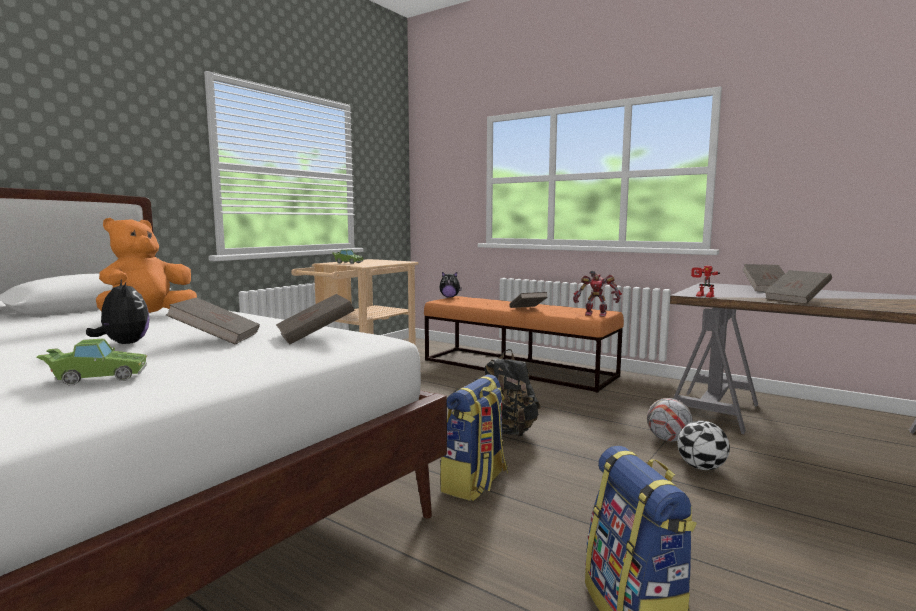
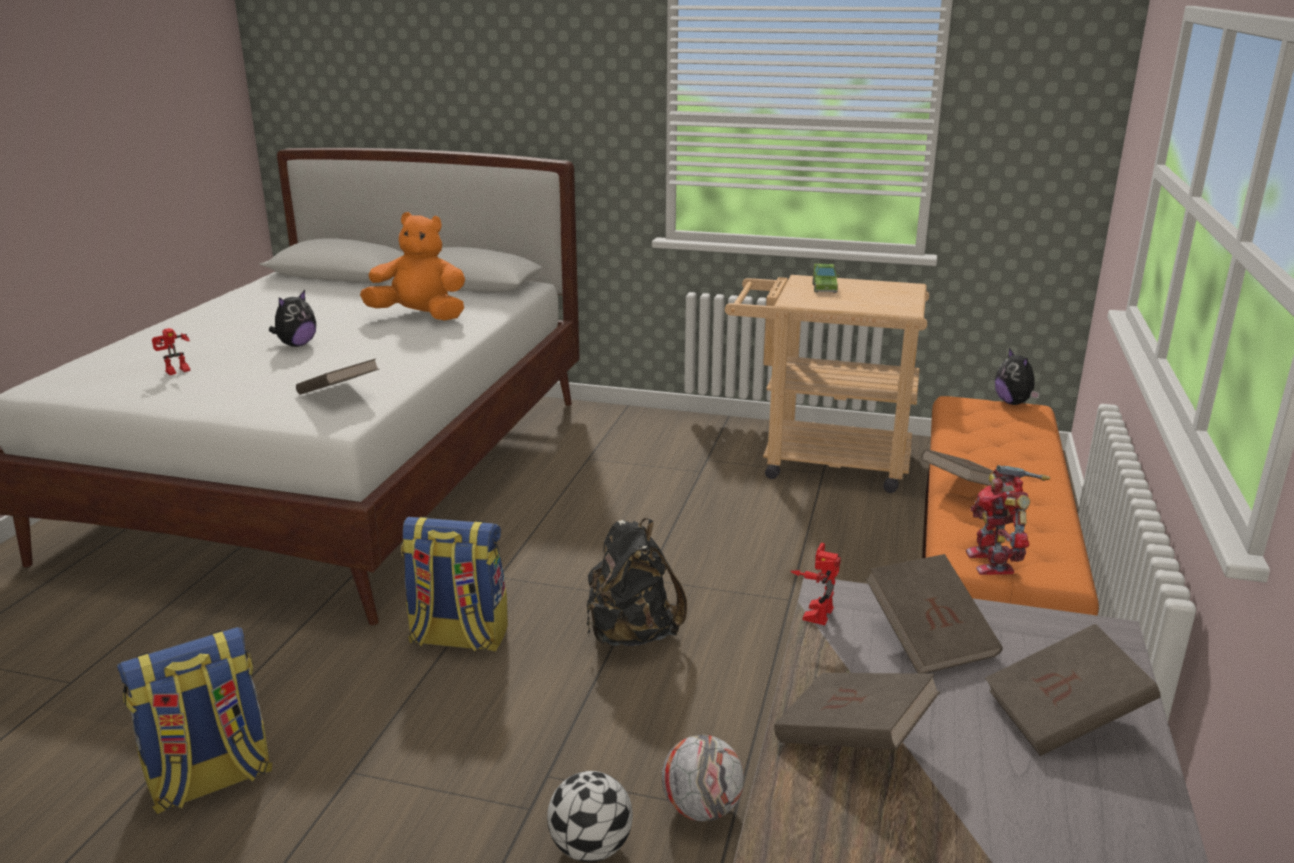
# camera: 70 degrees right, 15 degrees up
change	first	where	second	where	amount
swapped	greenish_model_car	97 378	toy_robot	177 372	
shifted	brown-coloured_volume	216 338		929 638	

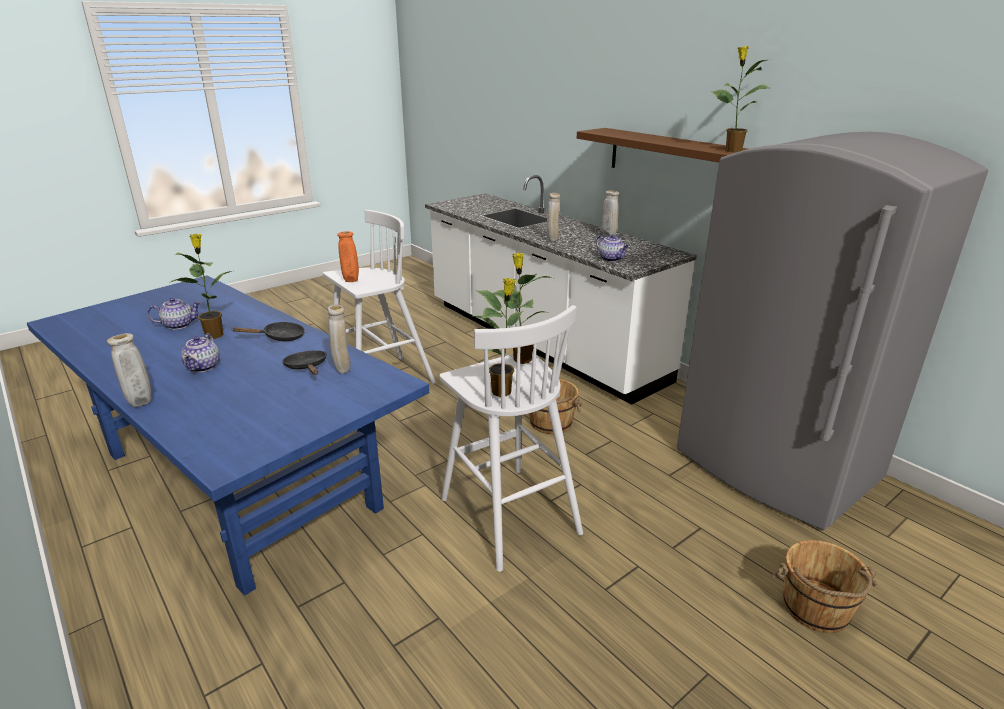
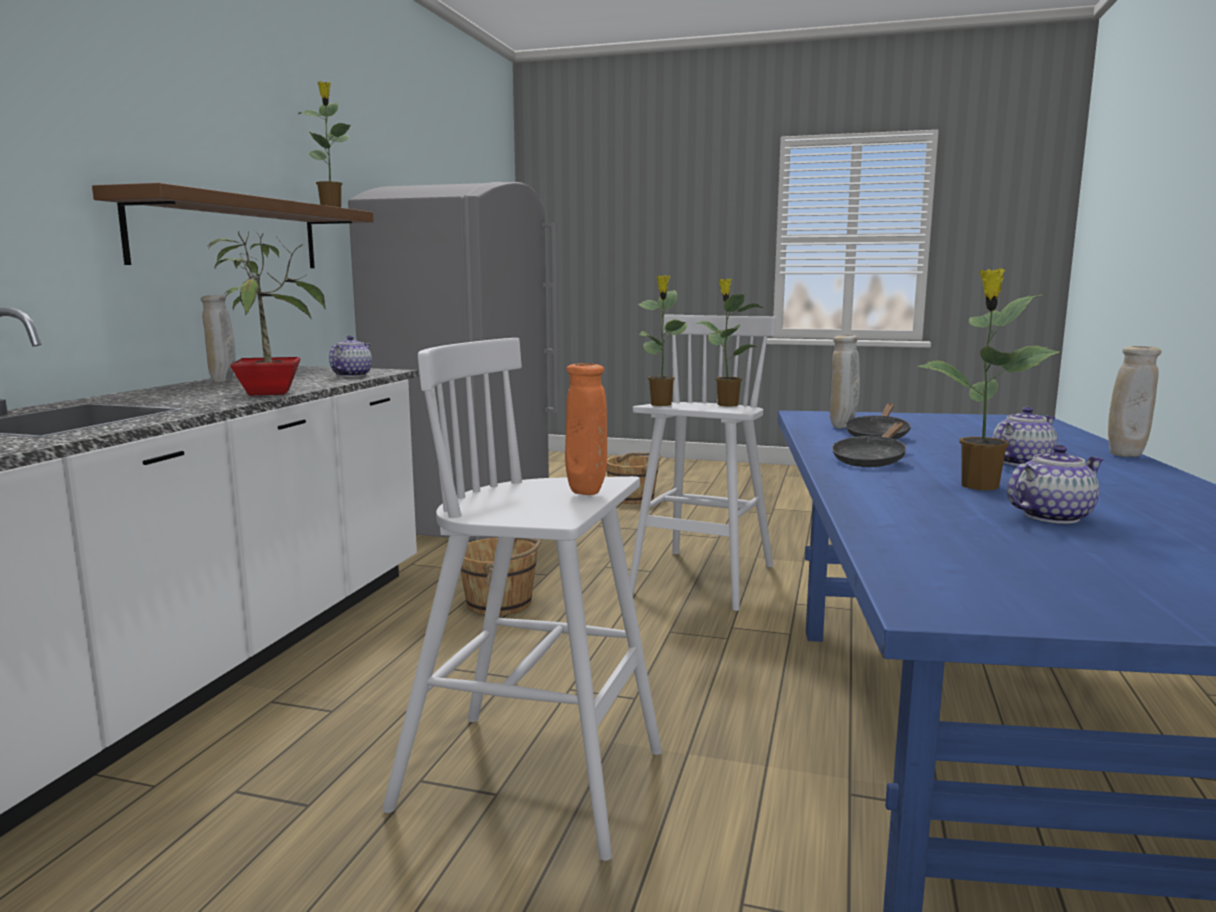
# camera: 125 degrees left, 15 degrees down
change	first	where	second	where	amount
swapped	beige-coloured_flower_vase	552 240	houseplant	269 392	
rotated	black-coloured_pan	280 337		871 460	90 degrees counterclockwise
rotated	tea_pot	178 325		1050 516	120 degrees clockwise

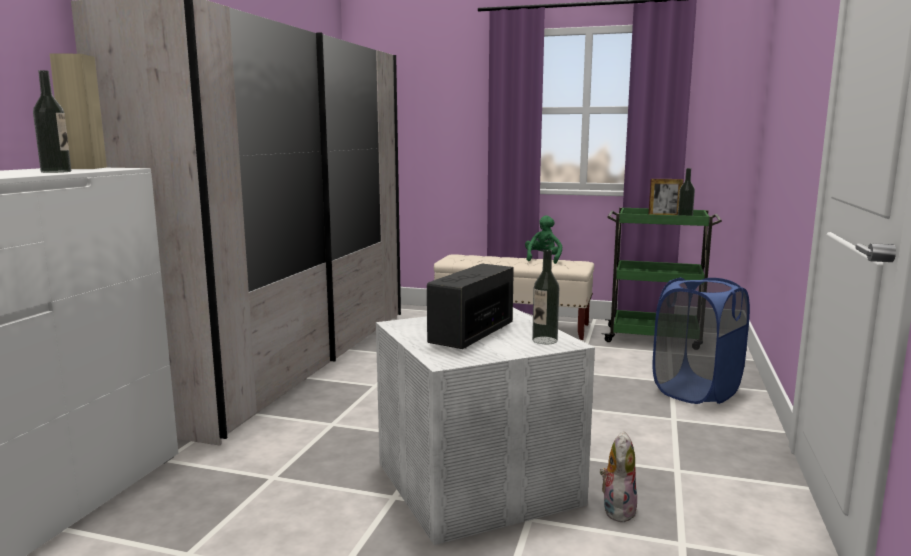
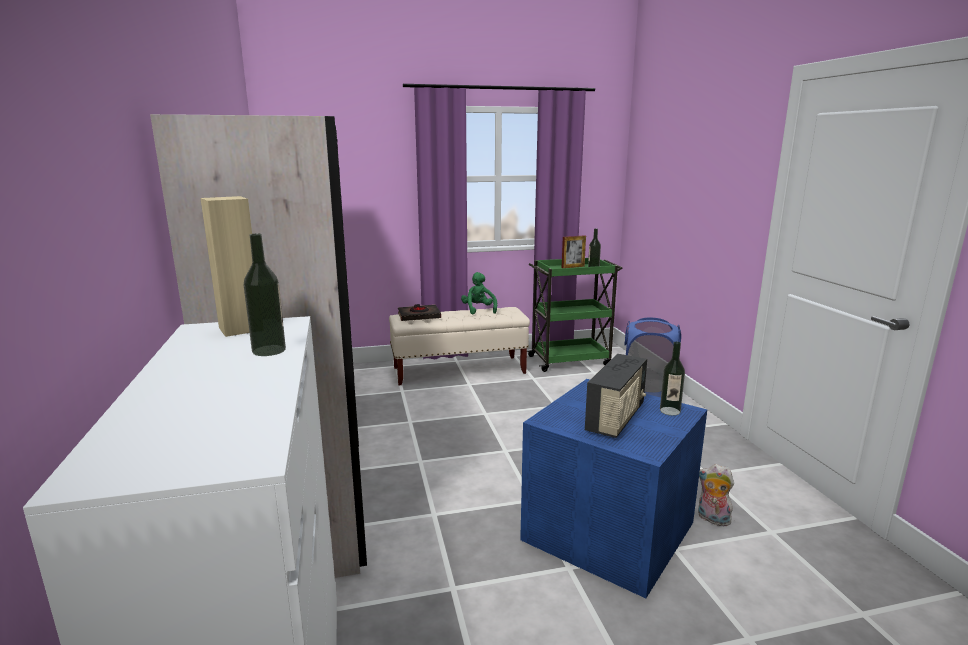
# camera: 30 degrees left, 5 degrees up
change	first	where	second	where	amount
new			black-coloured_volume	419 316	
repainted	white-coloured_storage_bin	476 484	blue-coloured_storage_bin	609 533	
rotated	radio	471 335		616 418	150 degrees counterclockwise
rotated	plush_toy	617 509		712 519	45 degrees counterclockwise

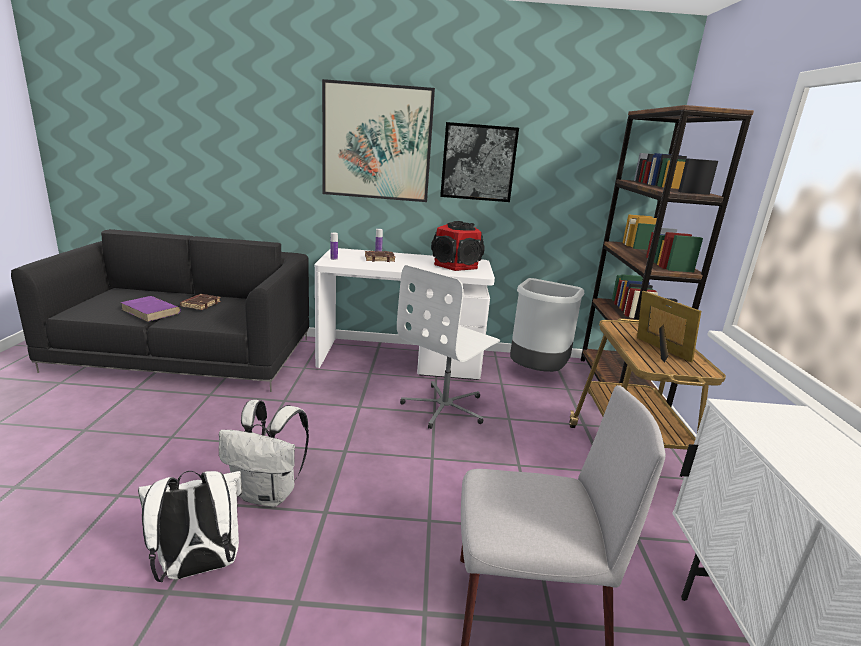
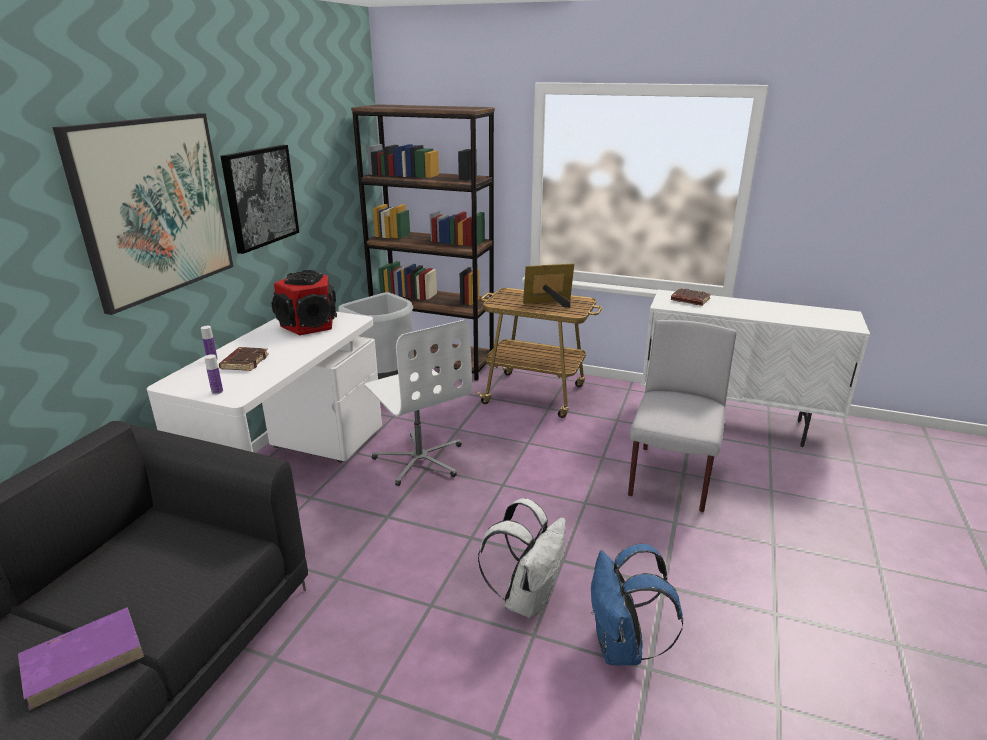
# camera: 70 degrees left, 5 degrees up
change	first	where	second	where	amount
repainted	white-coloured_backpack	199 568	blue-coloured_backpack	622 648	
shifted	brown-coloured_volume	200 304		689 300	

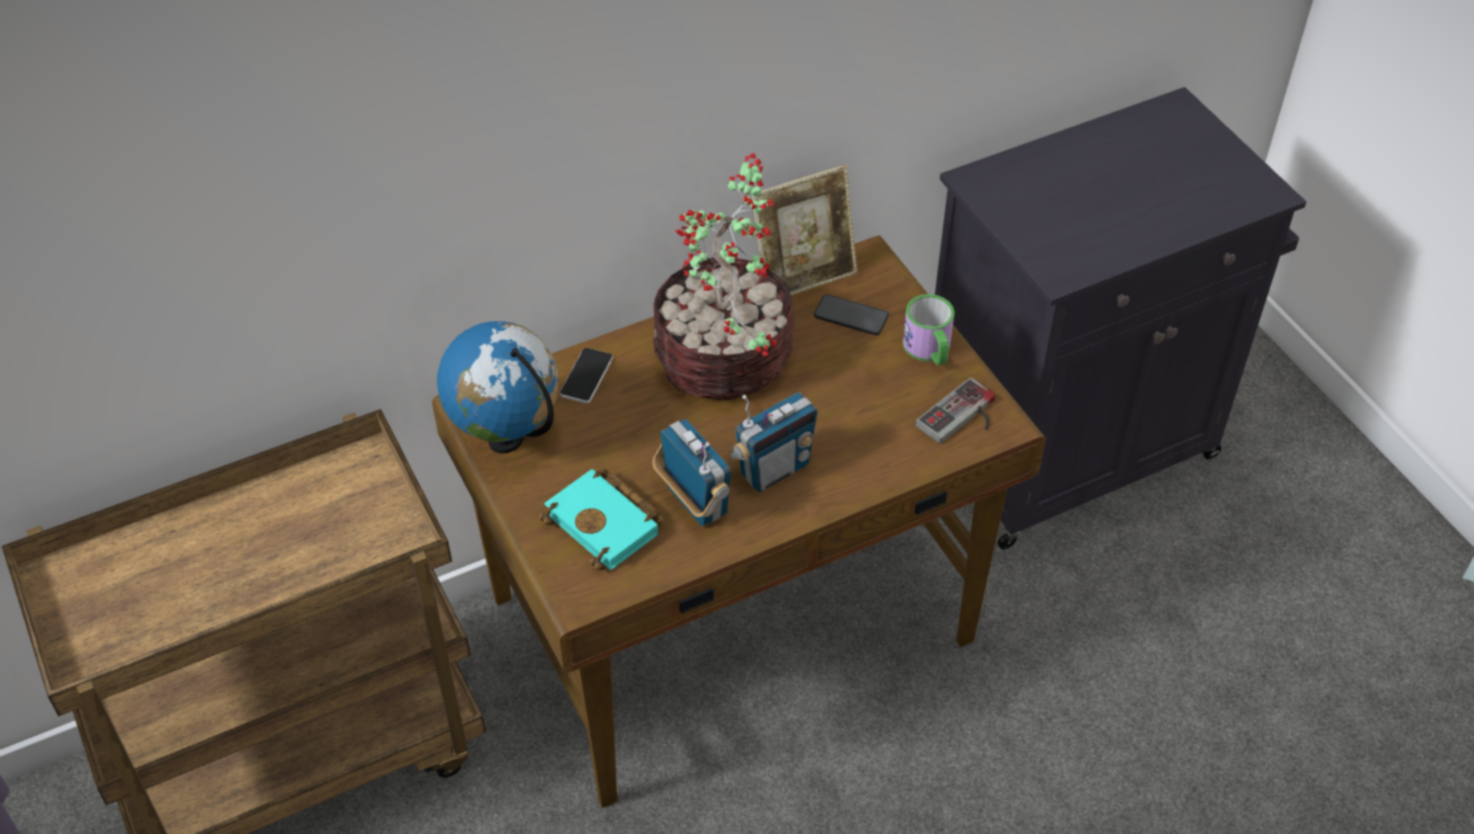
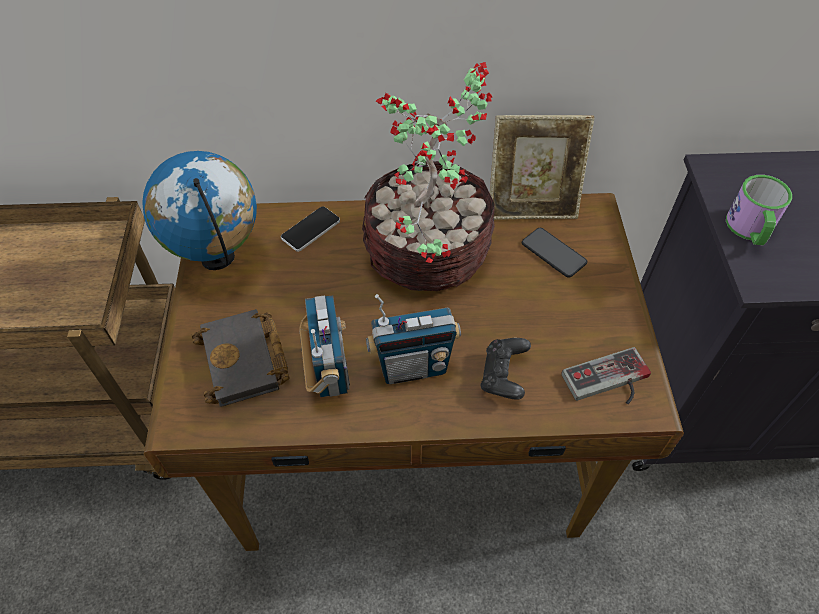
# camera: 25 degrees right, 5 degrees up
change	first	where	second	where	amount
repainted	blue-green_volume	607 524	black-coloured_volume	246 362	
new			black-coloured_joypad	503 376	
shifted	mug	929 350		750 230	

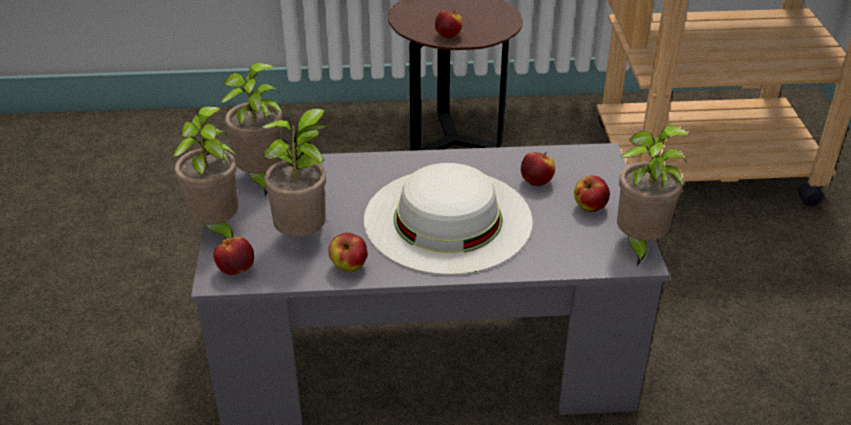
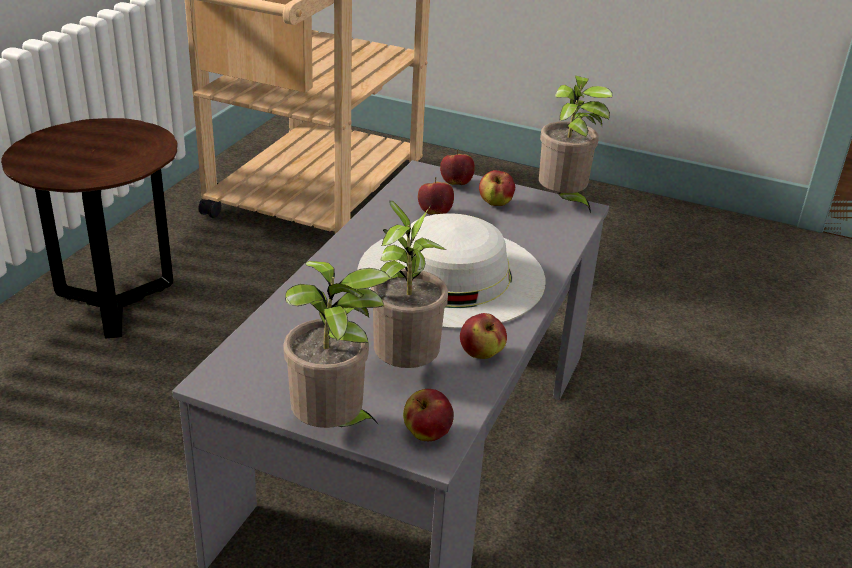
# camera: 65 degrees left, 5 degrees down
change	first	where	second	where	amount
shifted	whole_apple	448 36		456 184	
gone	houseplant	260 179			

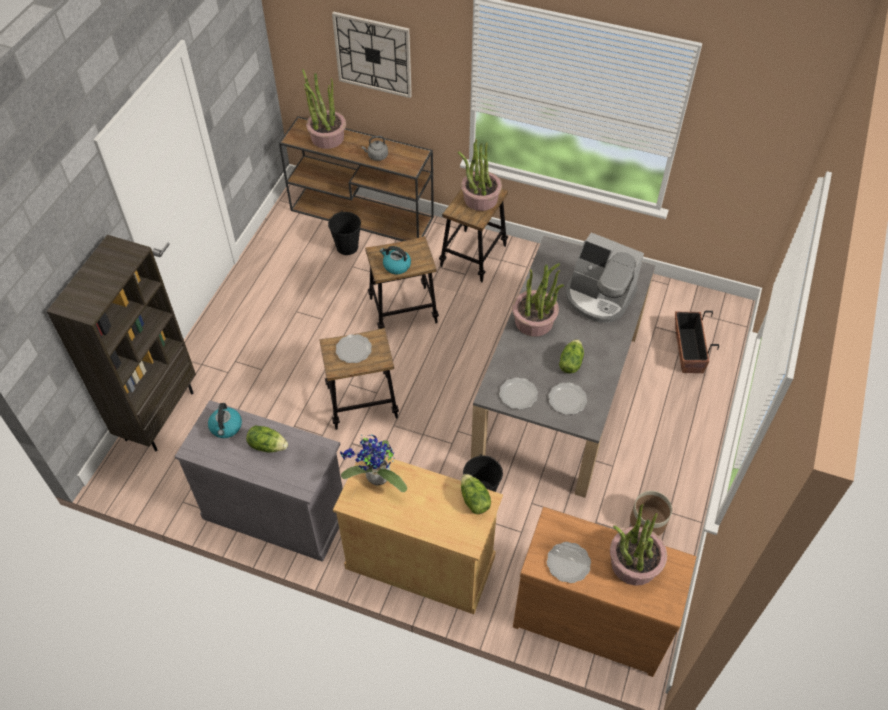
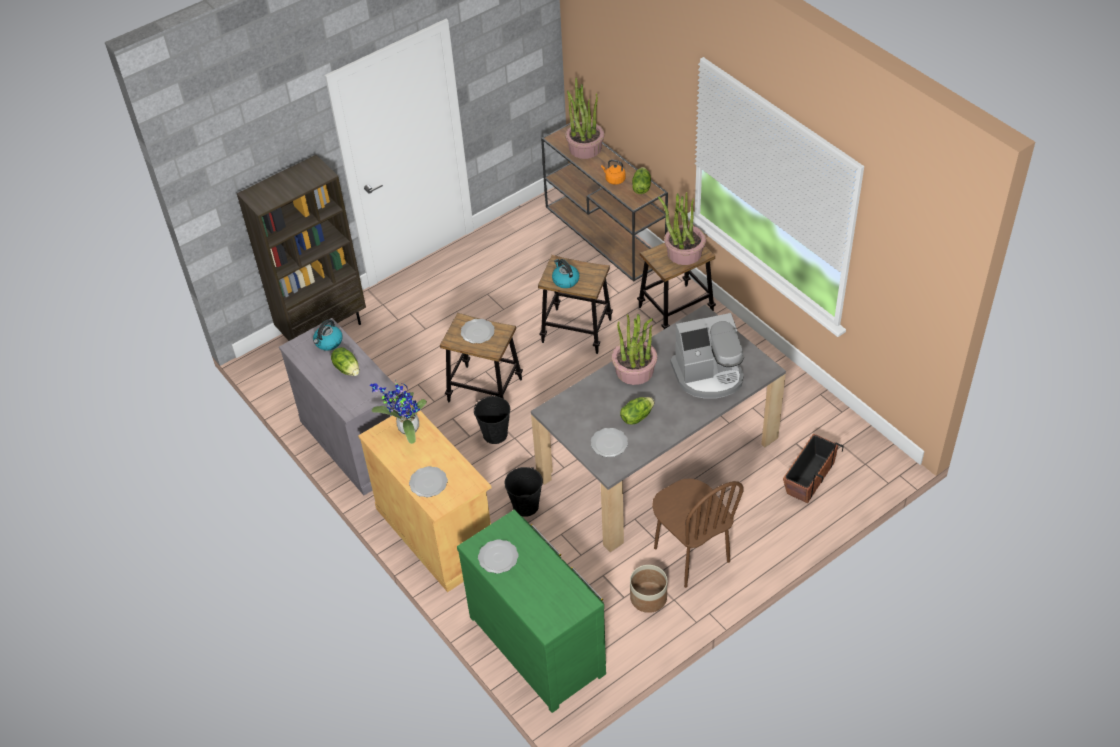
# camera: 35 degrees right, 5 degrees down
change	first	where	second	where	amount
shifted	flat_dish	517 394		428 483	
repainted	brown-coloured_drawer_chest	591 615	greenish_drawer_chest	539 642	
shifted	black-coloured_bucket	347 247		495 434	
repainted	grey_tea_kettle	376 156	orangey_tea_kettle	614 179	
shifted	head_of_lettuce	474 500		641 187	
new			brown-coloured_chair	691 555	
rotated	coffee_brewer	598 297		709 375	75 degrees counterclockwise
gone	wall_clock	373 54			
gone	houseplant	633 564			

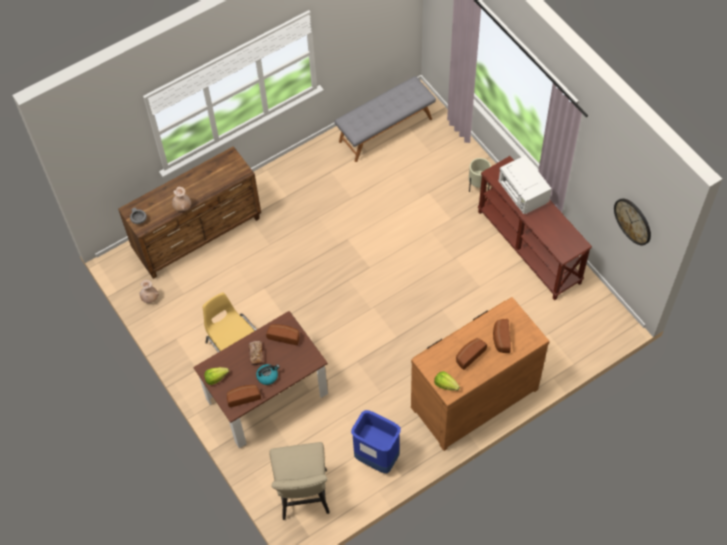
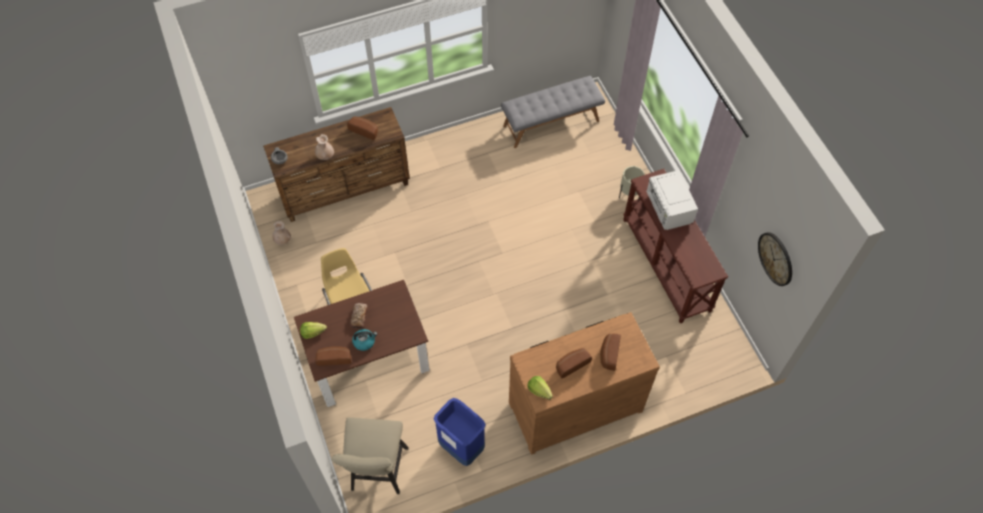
# camera: 10 degrees right, 0 degrees up
change	first	where	second	where	amount
shifted	bakery_bread	284 336		365 130	

